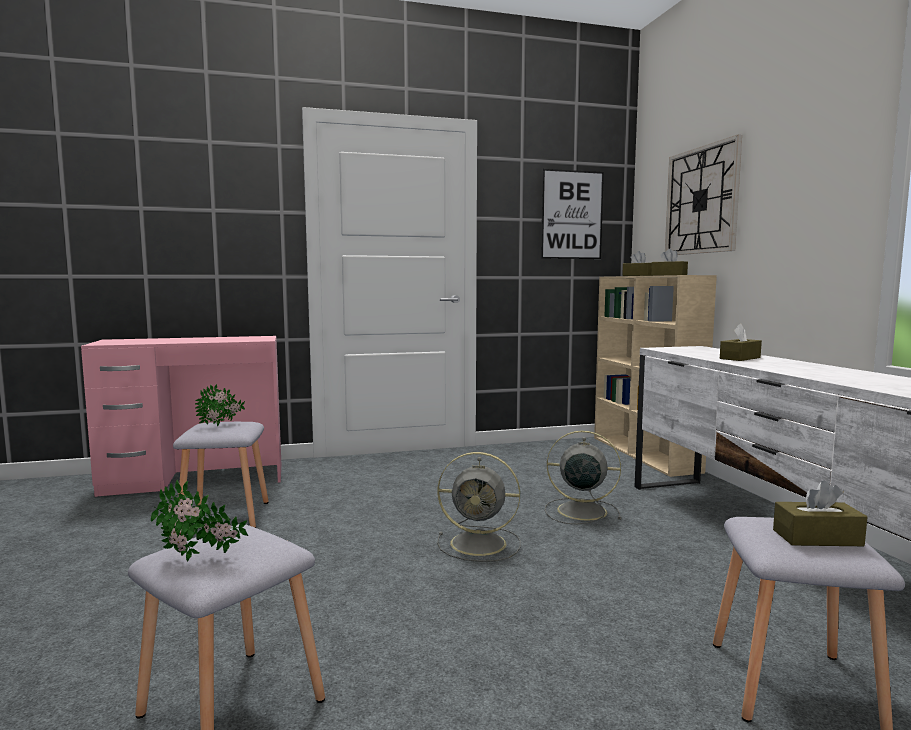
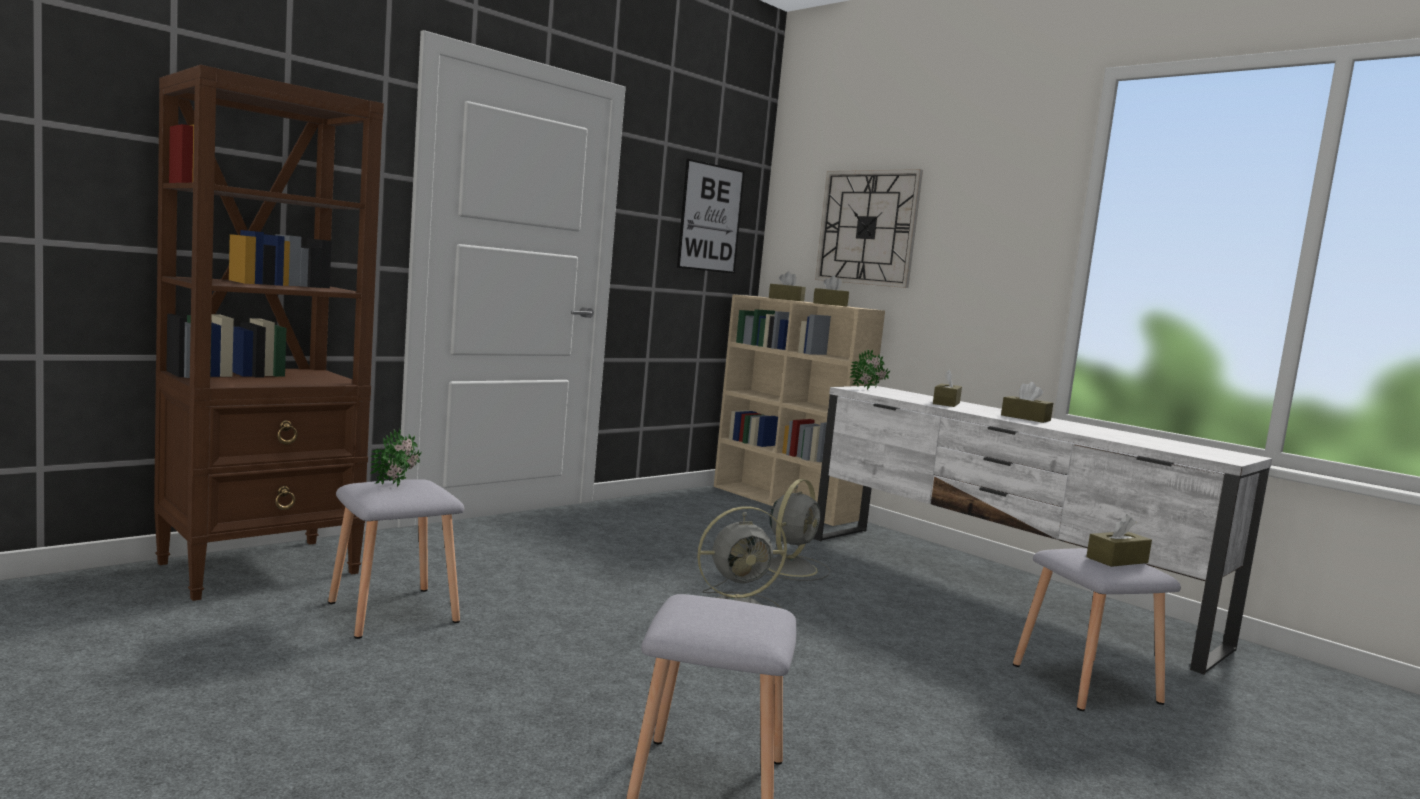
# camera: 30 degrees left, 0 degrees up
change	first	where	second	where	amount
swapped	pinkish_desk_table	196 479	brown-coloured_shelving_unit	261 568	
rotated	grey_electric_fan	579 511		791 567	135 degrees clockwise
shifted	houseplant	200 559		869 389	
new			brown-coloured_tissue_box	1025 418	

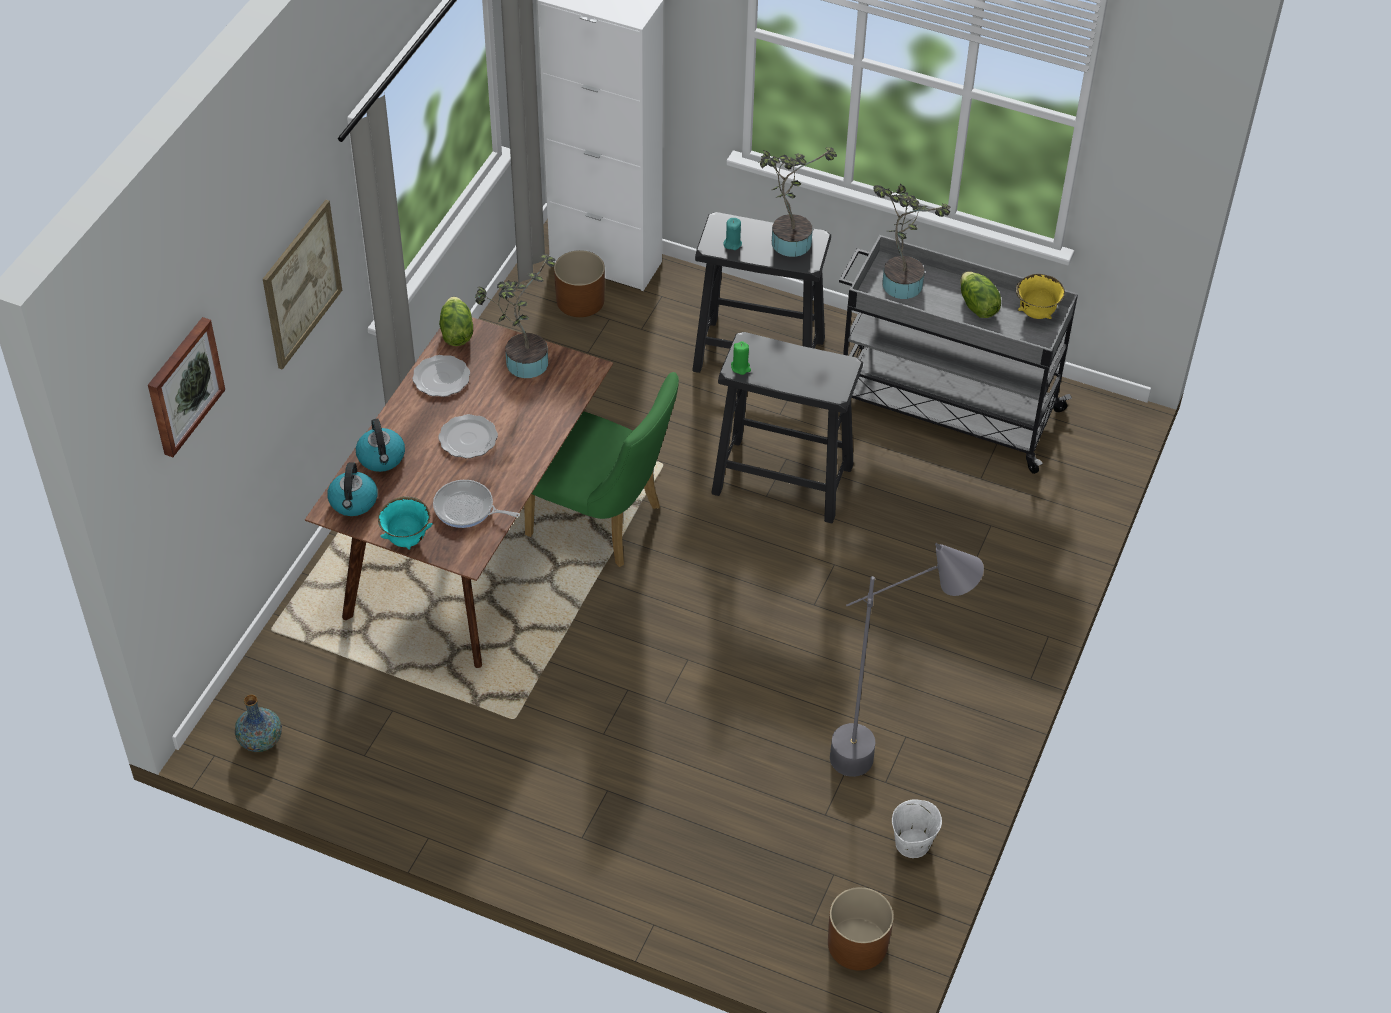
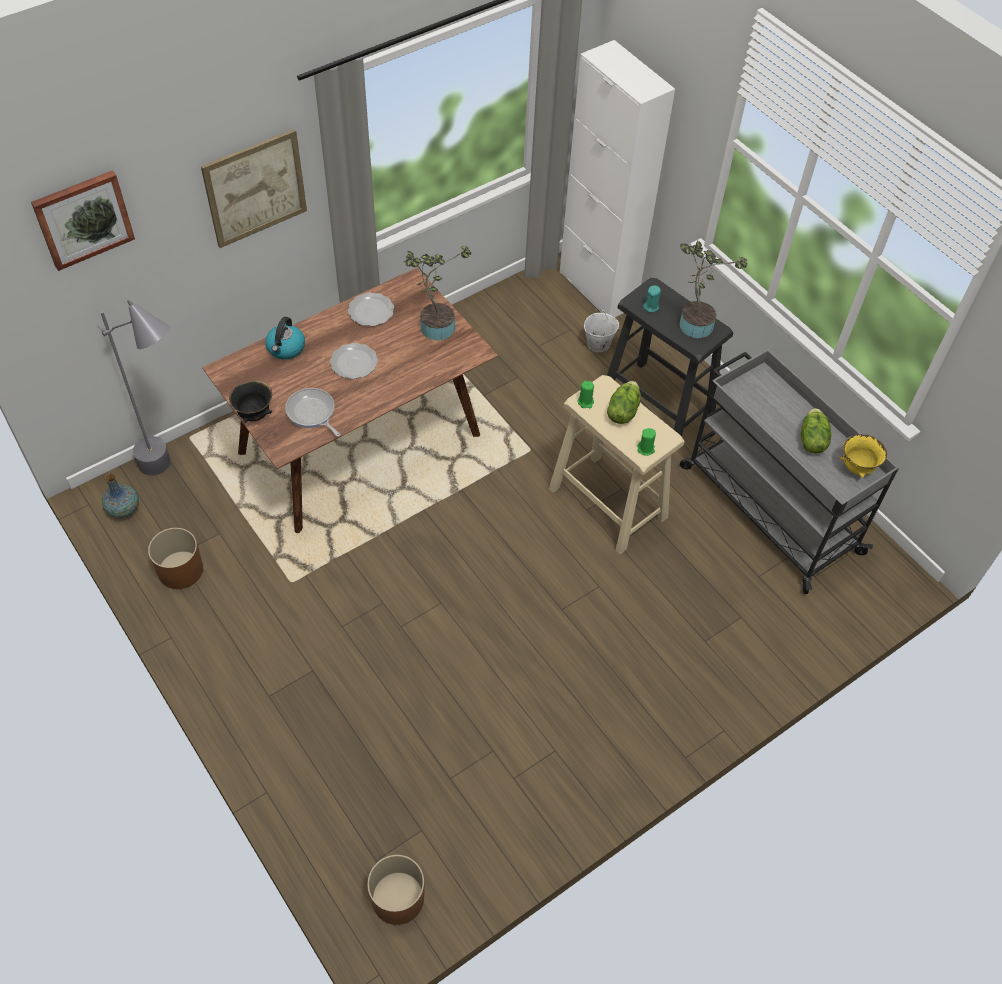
# camera: 30 degrees right, 5 degrees up
change	first	where	second	where	amount
shifted	grey_floor_lamp	888 758		175 474	
shifted	brown-coloured_plant_pot	580 300		181 570	
repainted	blue-green_bowl	407 539	black-coloured_bowl	255 415	
repainted	black-coloured_stool	781 479	beige-coloured_stool	607 502	
shifted	white-coloured_bucket	912 844		598 344	
shifted	head_of_lettuce	456 333		622 411	
new			greenish_wax_light	646 449	
gone	tea_kettle	353 502			
gone	greenish_chair	603 523			
gone	houseplant	901 281			

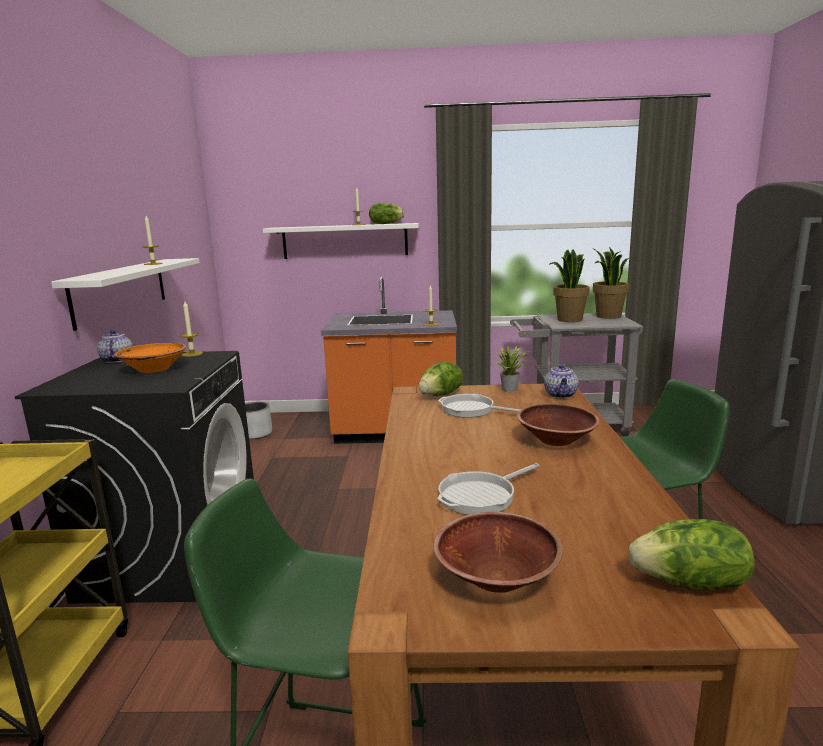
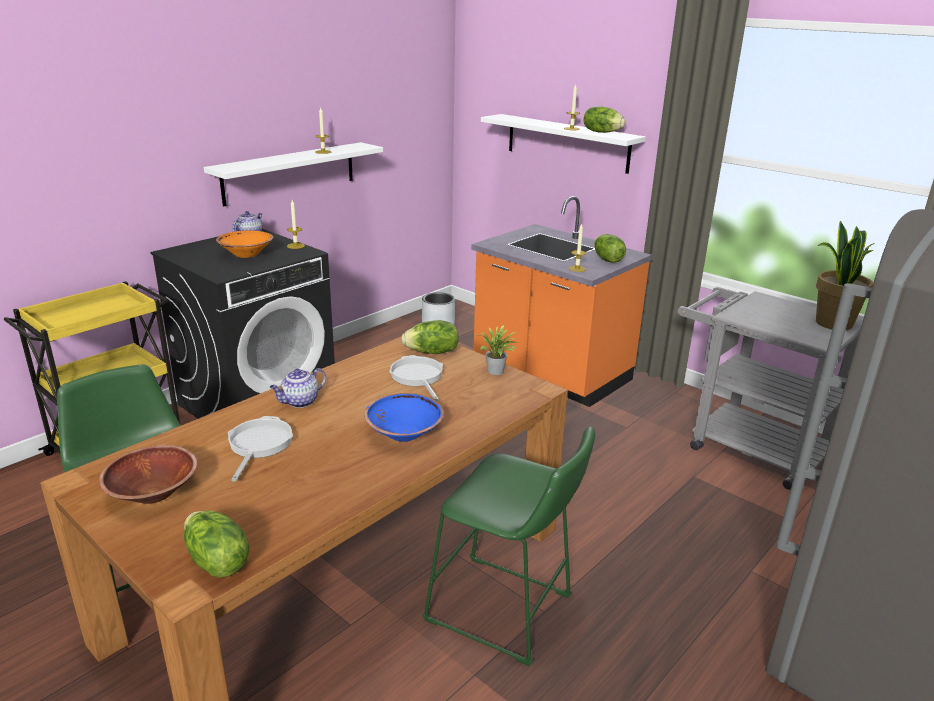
# camera: 40 degrees right, 10 degrees up
change	first	where	second	where	amount
rotated	pan	481 496		259 445	90 degrees clockwise
shifted	tea_pot	561 395		299 402	
repainted	brown-coloured_bowl	556 440	blue-coloured_bowl	404 433	
new			head_of_lettuce	607 260	
gone	houseplant	569 319			

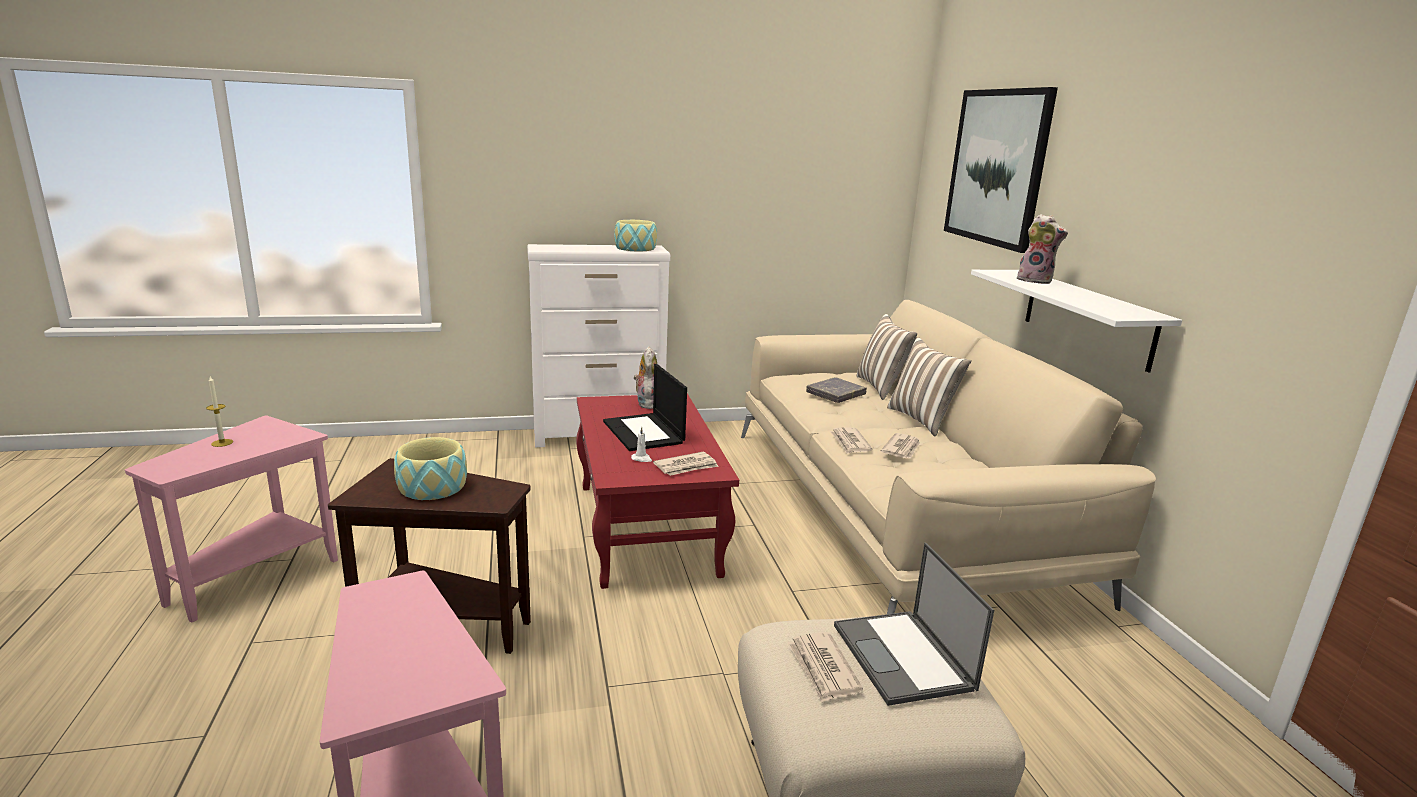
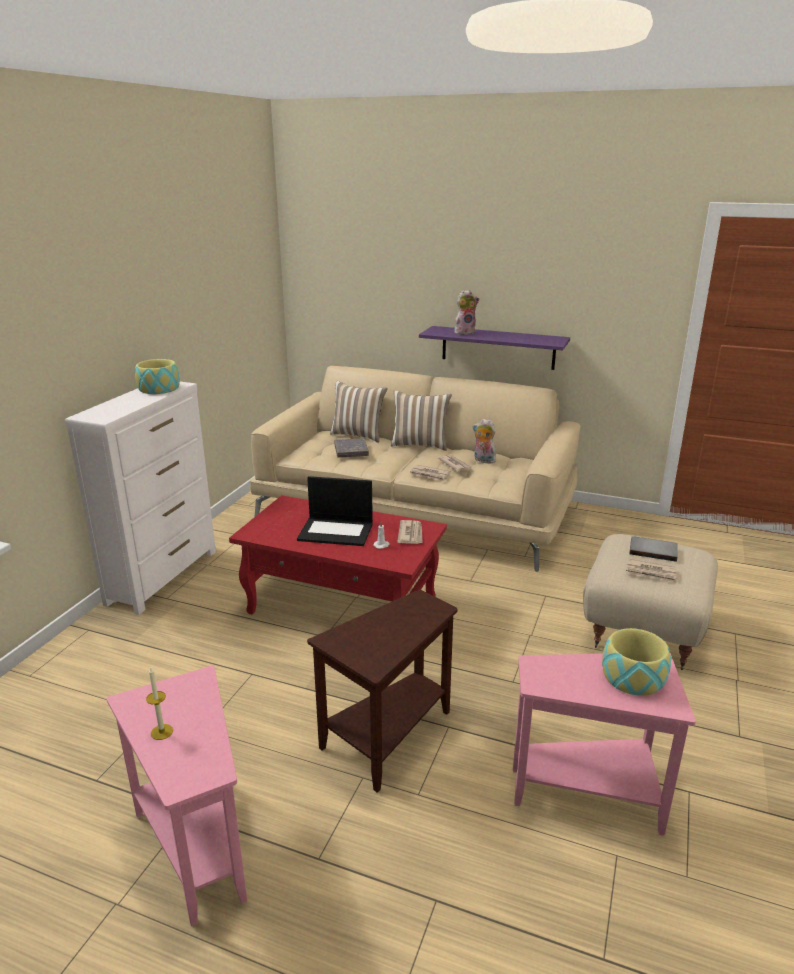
# camera: 55 degrees left, 5 degrees up
change	first	where	second	where	amount
repainted	white-coloured_shelf	1087 317	purple-coloured_shelf	498 347	
shifted	plush_toy	646 403		483 460	
shifted	bowl	433 486		632 676	
swapped	notebook_computer	904 658	grey_volume	653 550	
gone	wall_picture	997 167			

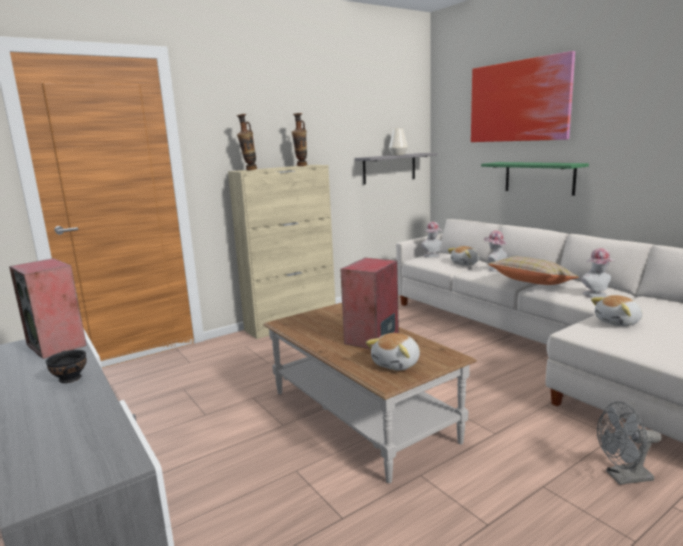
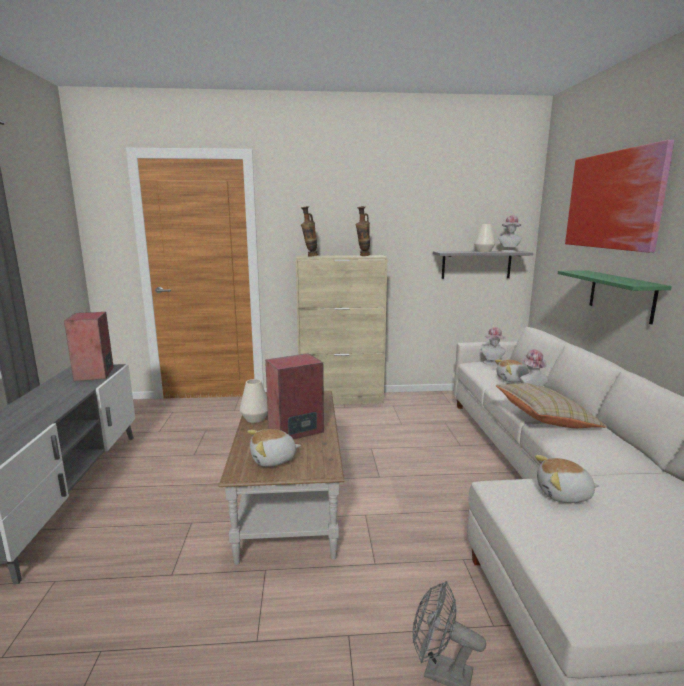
# camera: 30 degrees right, 0 degrees up
change	first	where	second	where	amount
new			white-coloured_flower_vase	255 418	
shifted	hat	596 295		509 251	
gone	black-coloured_bowl	71 378			

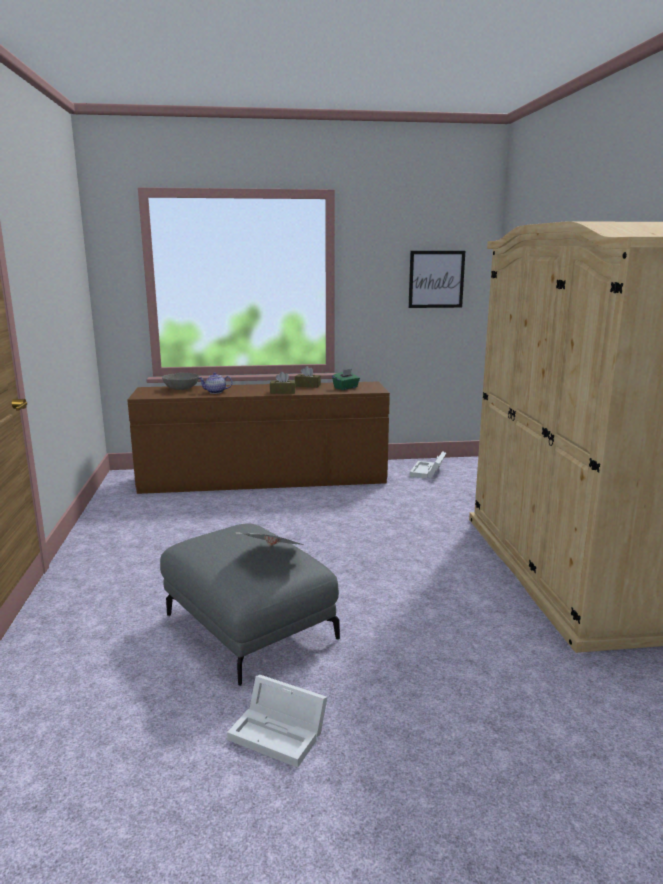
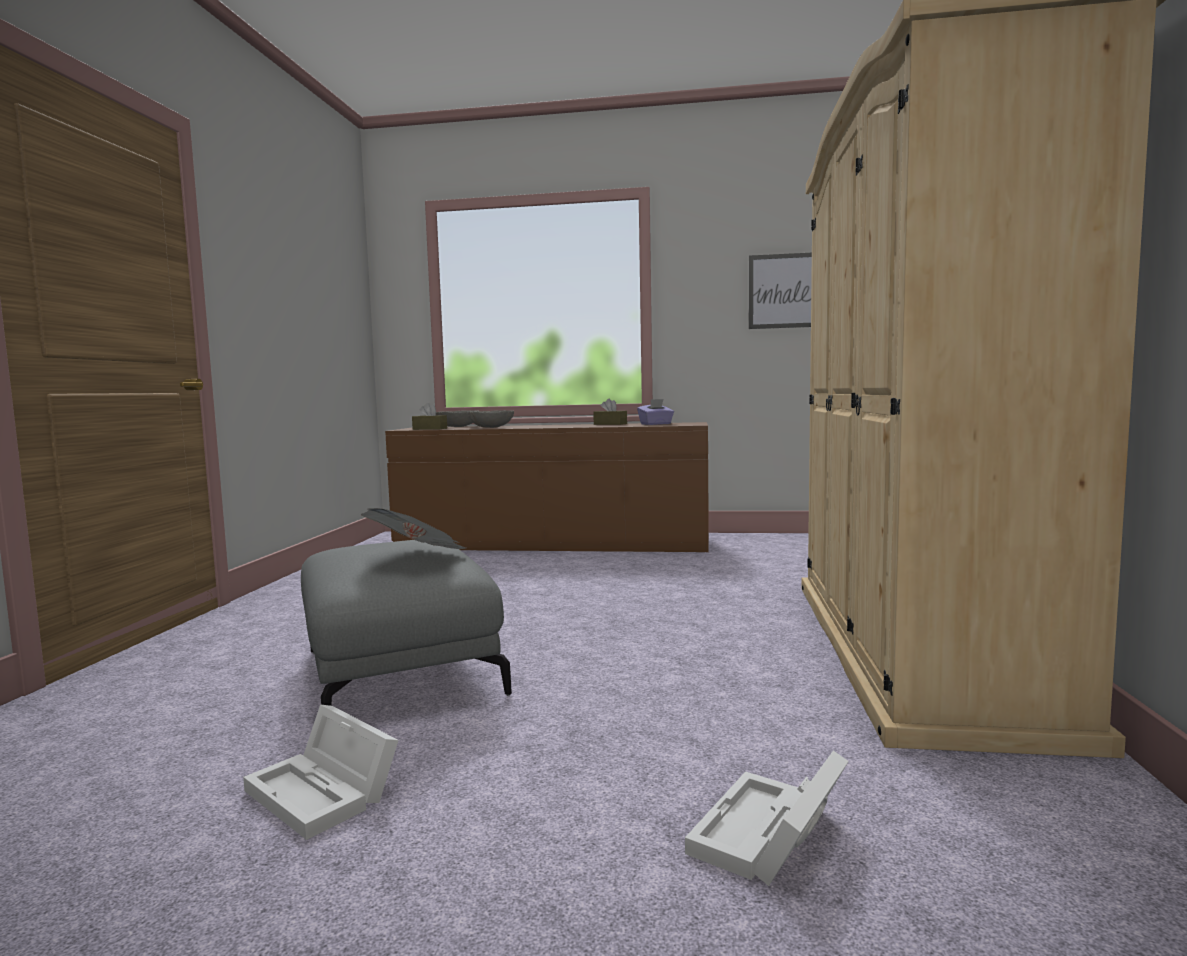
# camera: 15 degrees right, 10 degrees down
change	first	where	second	where	amount
shifted	brown-coloured_tissue_box	282 392		430 429	
swapped	tea_pot	215 392	grey_bowl	492 427	
repainted	greenish_tissue_box	346 388	purple-coloured_tissue_box	656 424	
shifted	white-coloured_storage_bin	427 472		768 838	

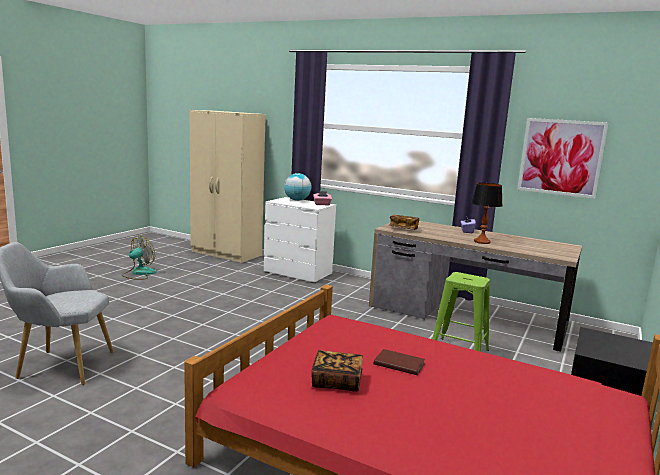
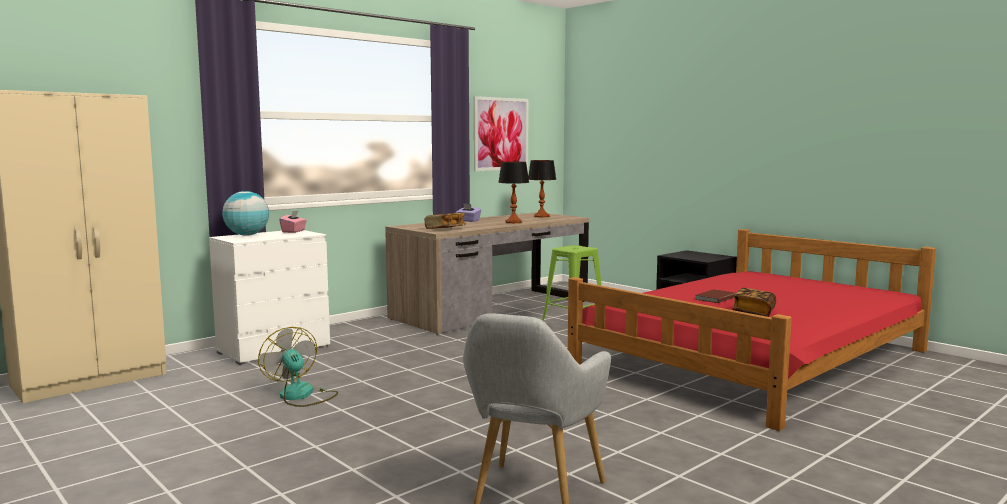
# camera: 70 degrees left, 5 degrees down
change	first	where	second	where	amount
shifted	electric_fan	139 273		301 396	
new			lamp_for_a_table	541 216	

